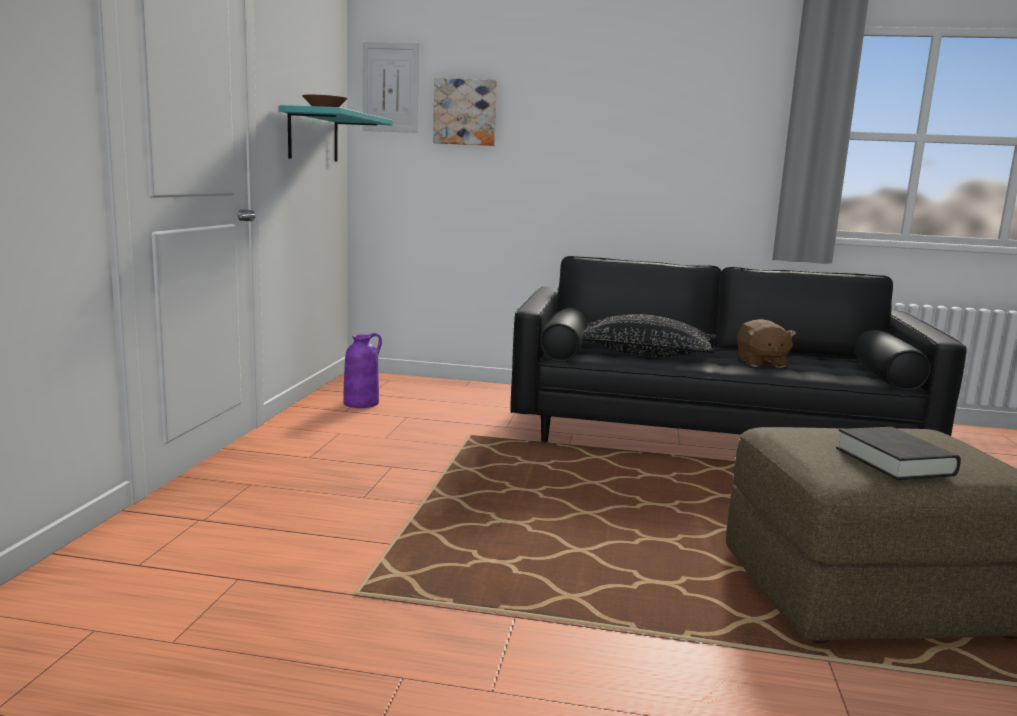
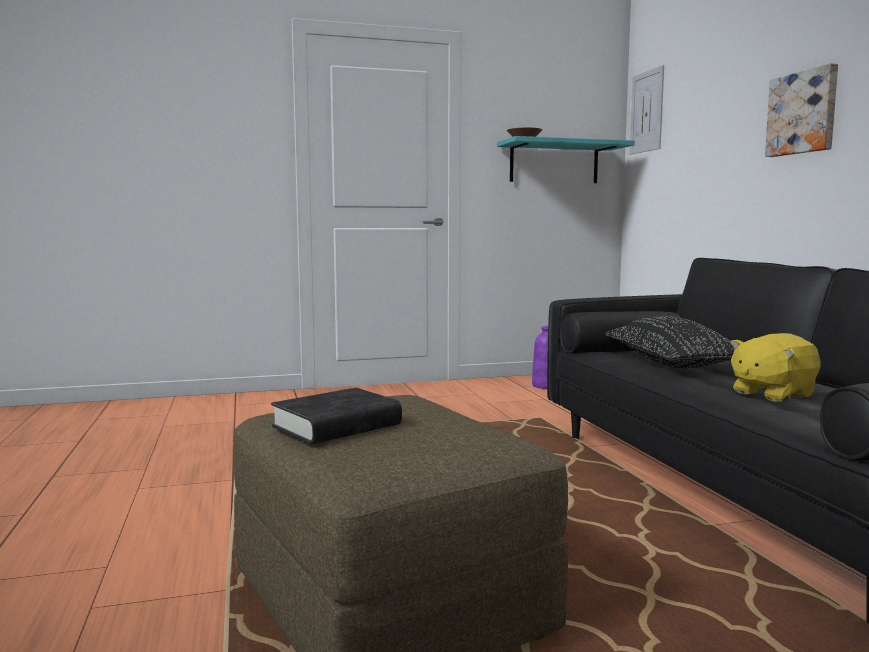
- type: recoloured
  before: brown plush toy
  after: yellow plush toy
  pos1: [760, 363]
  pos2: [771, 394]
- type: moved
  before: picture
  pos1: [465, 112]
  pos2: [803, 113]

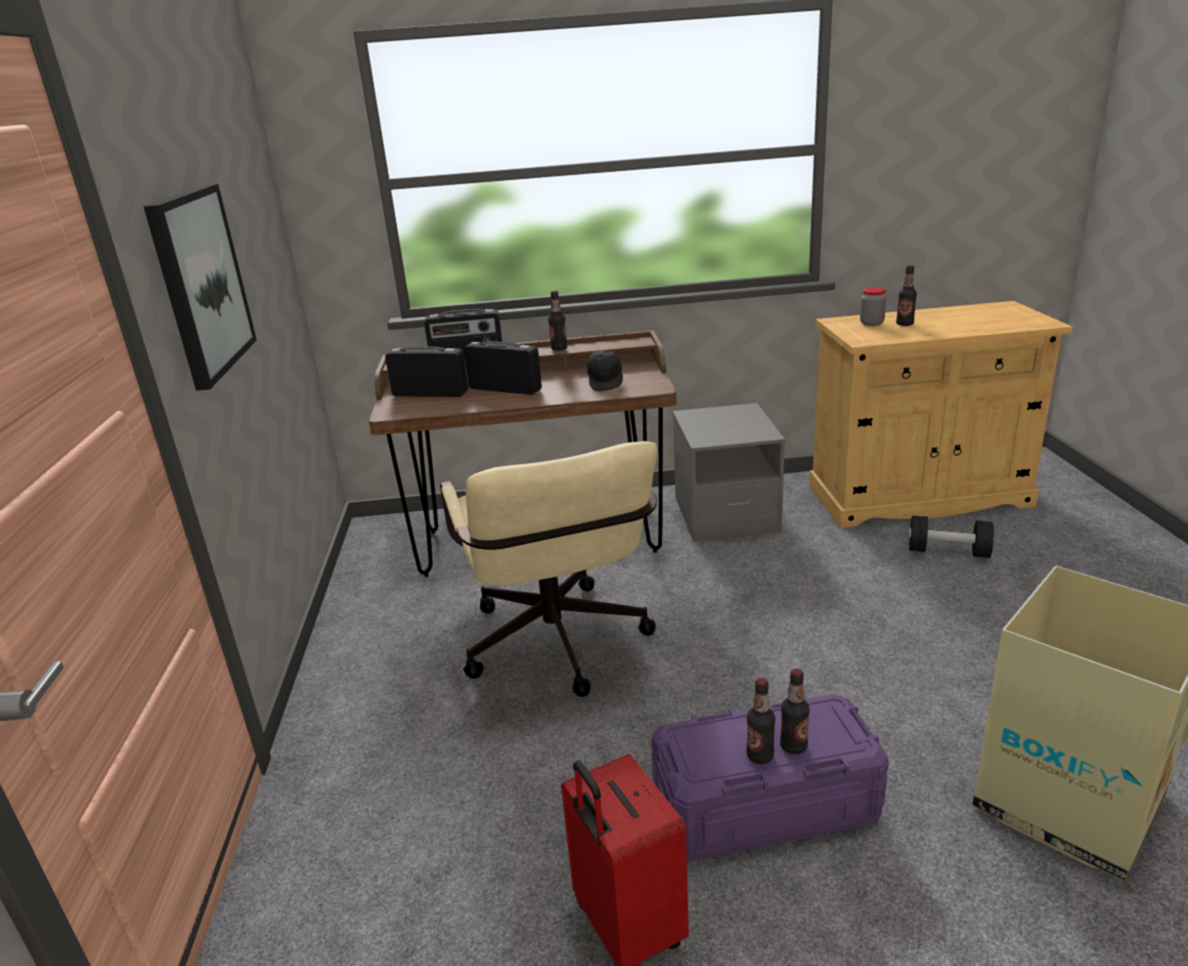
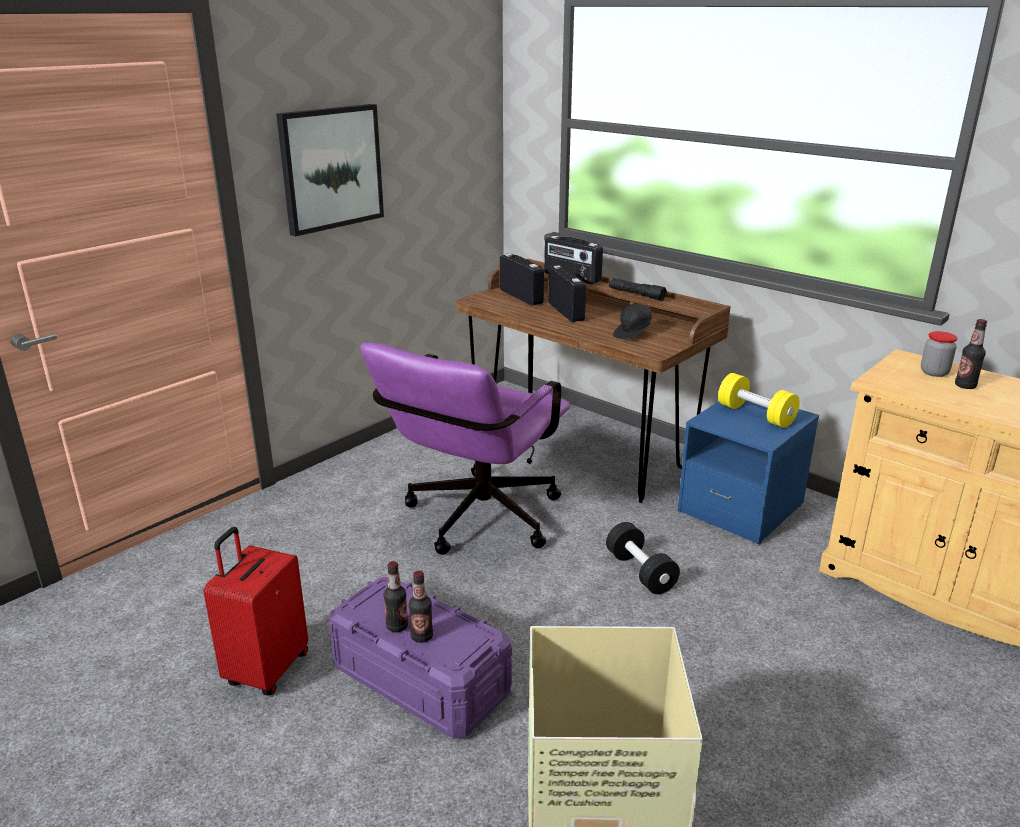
- type: recoloured
  before: beige office chair
  after: purple office chair
  pos1: [559, 650]
  pos2: [475, 522]
- type: moved
  before: black dumbbell
  pos1: [948, 552]
  pos2: [640, 572]
- type: replaced
  before: bottle
  after: black flashlight
  pos1: [559, 349]
  pos2: [636, 294]
- type: recoloured
  before: grey nightstand
  after: blue nightstand
  pos1: [725, 515]
  pos2: [740, 508]
- type: added
  after: yellow dumbbell
  pos2: [755, 415]

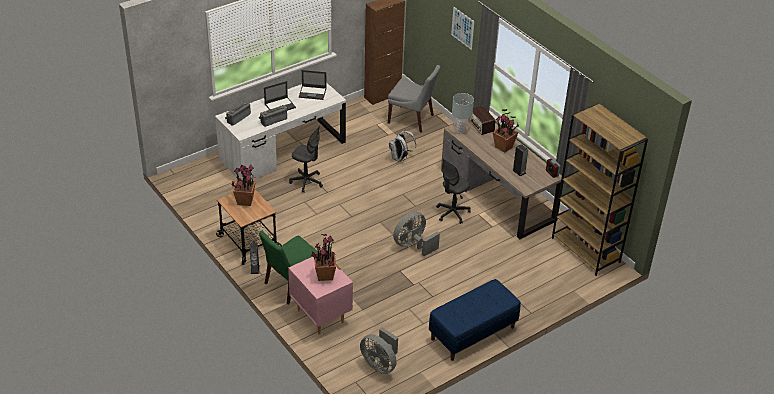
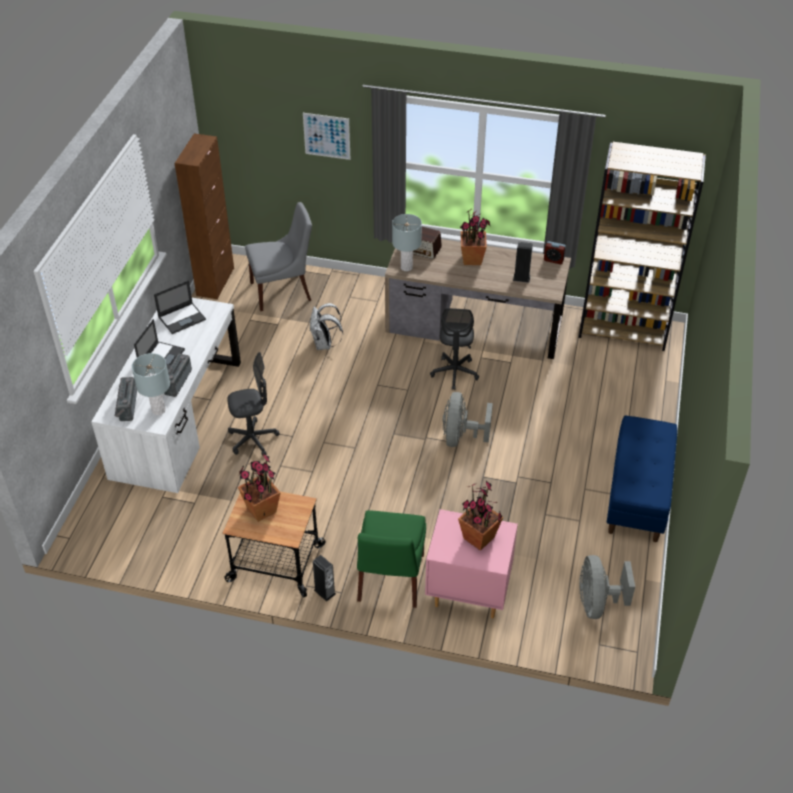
- type: added
  after: grey table lamp
  pos2: [159, 410]
- type: turned
  before: grey fan
  pos1: [380, 364]
  pos2: [597, 602]
  turn: 90

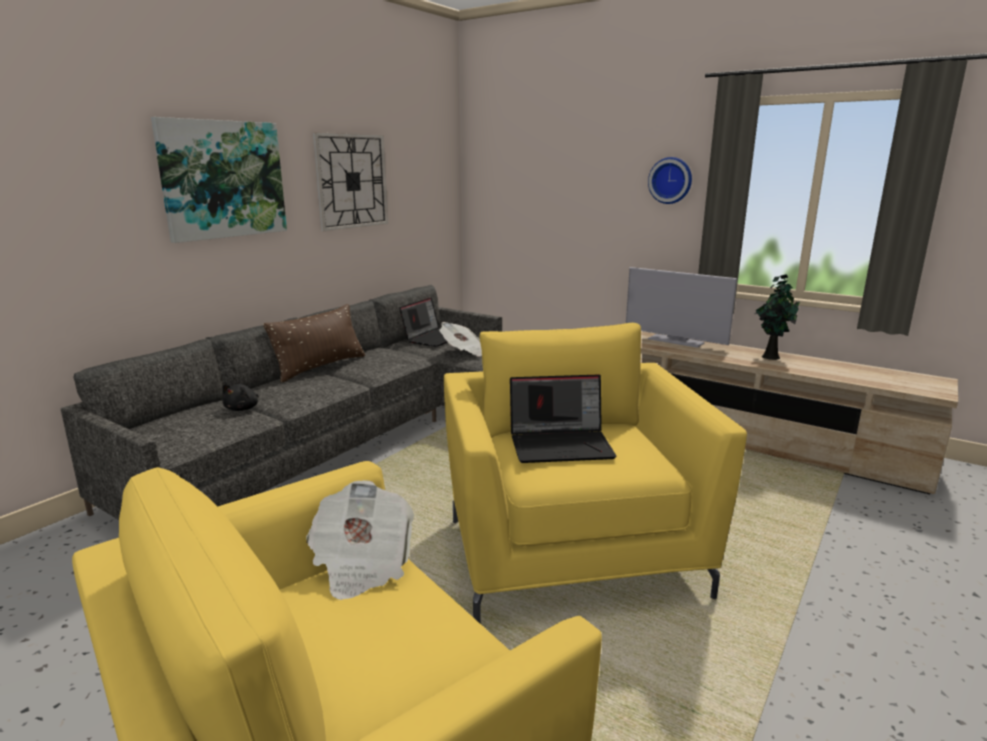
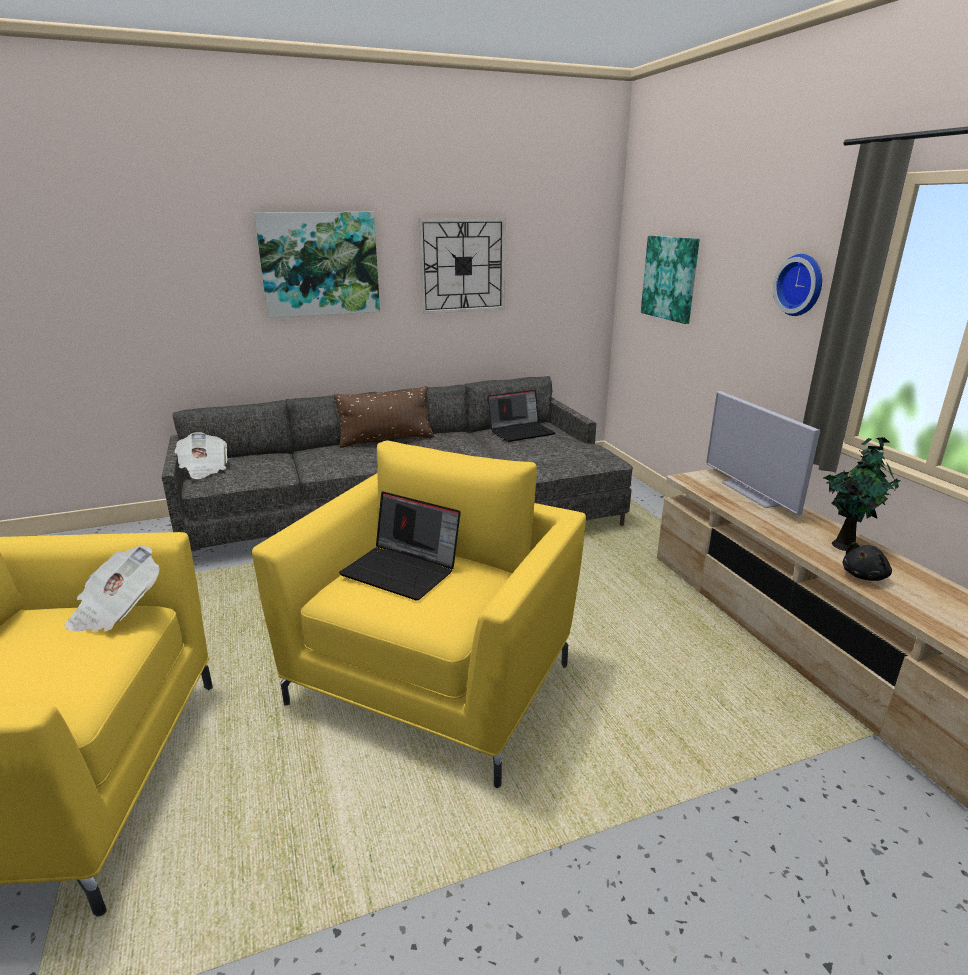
- type: moved
  before: newspaper
  pos1: [463, 351]
  pos2: [203, 469]
- type: added
  after: picture
  pos2: [670, 278]
- type: moved
  before: black plush toy
  pos1: [243, 408]
  pos2: [864, 576]

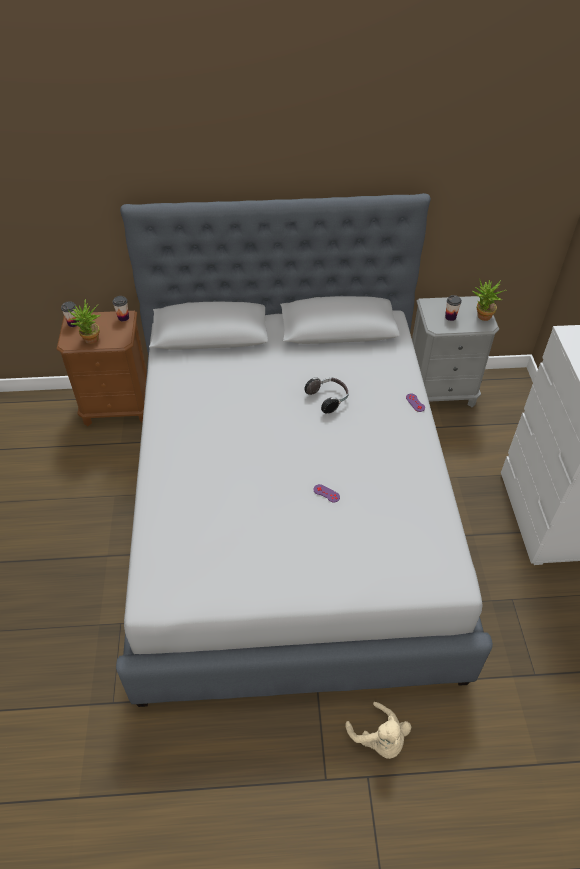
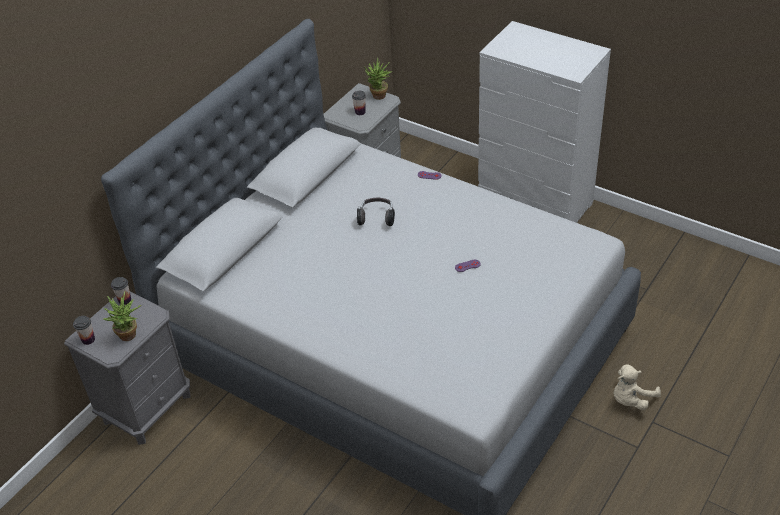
- type: recoloured
  before: brown nightstand
  after: grey nightstand
  pos1: [118, 407]
  pos2: [147, 407]
- type: turned
  before: beige plush toy
  pos1: [379, 739]
  pos2: [630, 399]
  turn: 135

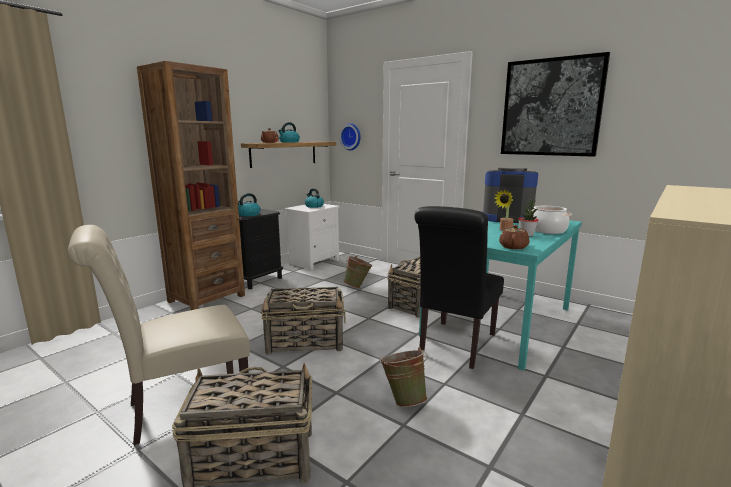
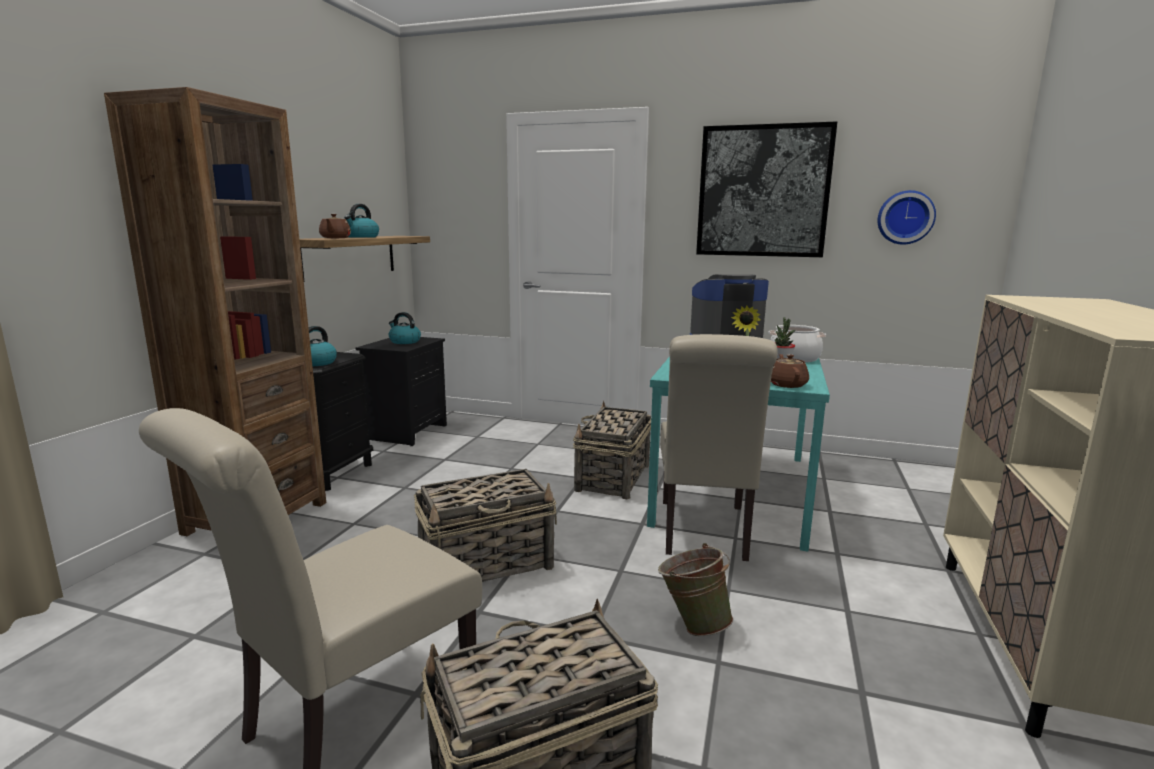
- type: recoloured
  before: white nightstand
  after: black nightstand
  pos1: [314, 262]
  pos2: [407, 432]
- type: recoloured
  before: black chair
  after: beige chair
  pos1: [455, 346]
  pos2: [704, 533]
- type: moved
  before: wall clock
  pos1: [351, 136]
  pos2: [905, 217]
- type: removed
  before: green bucket
  pos1: [358, 286]

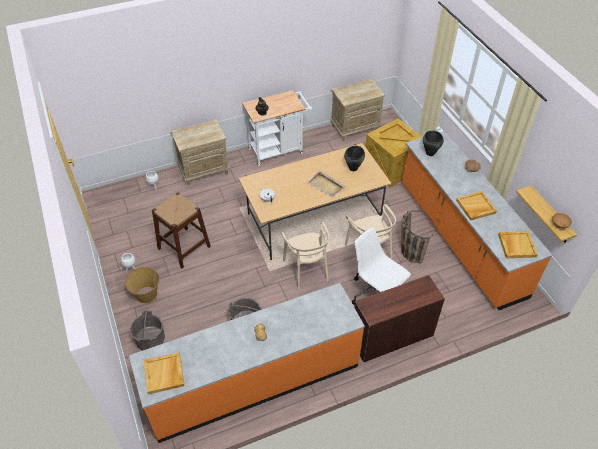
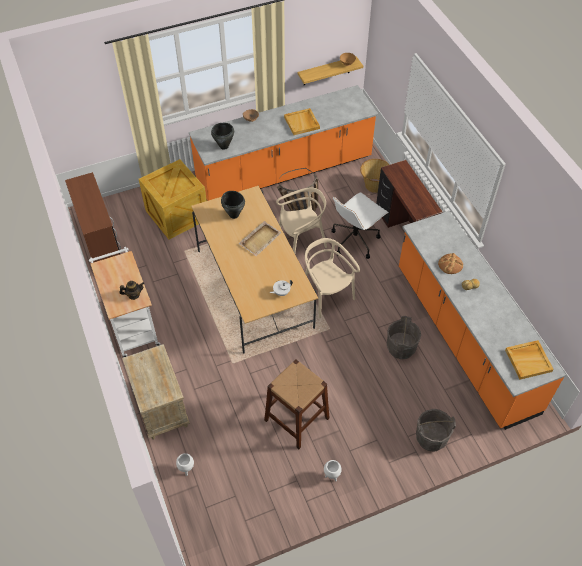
- type: replaced
  before: beige nightstand
  after: brown desk
  pos1: [355, 128]
  pos2: [101, 244]
- type: turned
  before: beige chair
  pos1: [307, 269]
  pos2: [326, 295]
  turn: -105
- type: moved
  before: basket
  pos1: [146, 294]
  pos2: [374, 185]
- type: added
  after: bread
  pos2: [450, 264]
- type: removed
  before: beige tray
  pos1: [516, 245]

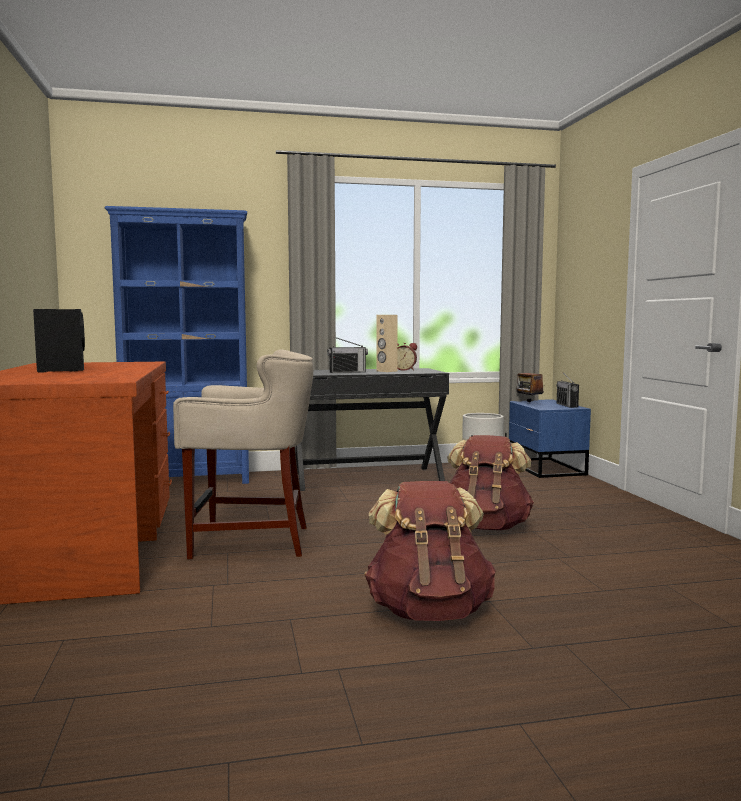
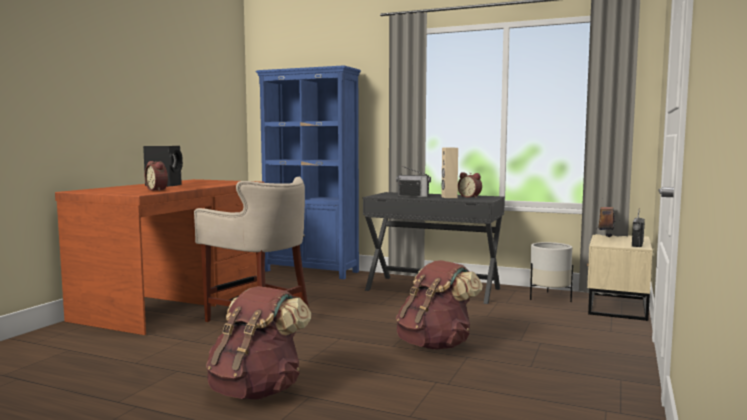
- type: added
  after: alarm clock
  pos2: [158, 190]
- type: recoloured
  before: blue nightstand
  after: beige nightstand
  pos1: [544, 468]
  pos2: [615, 306]

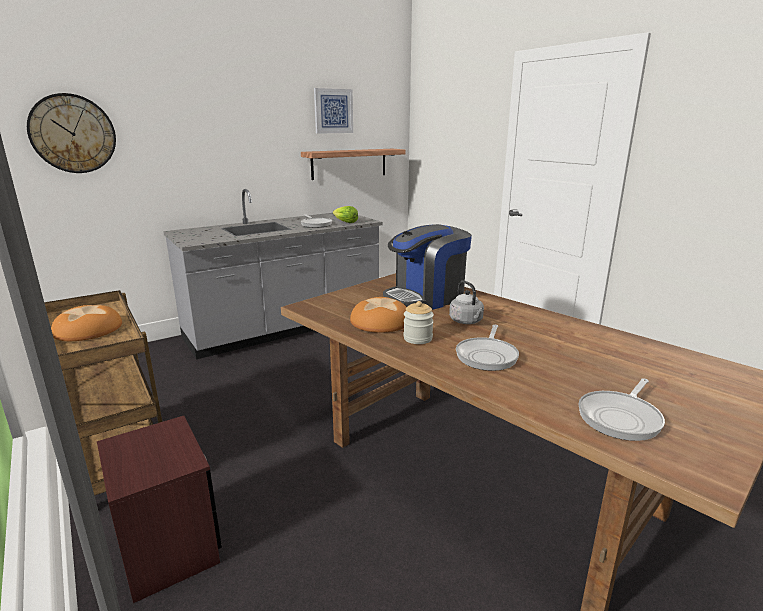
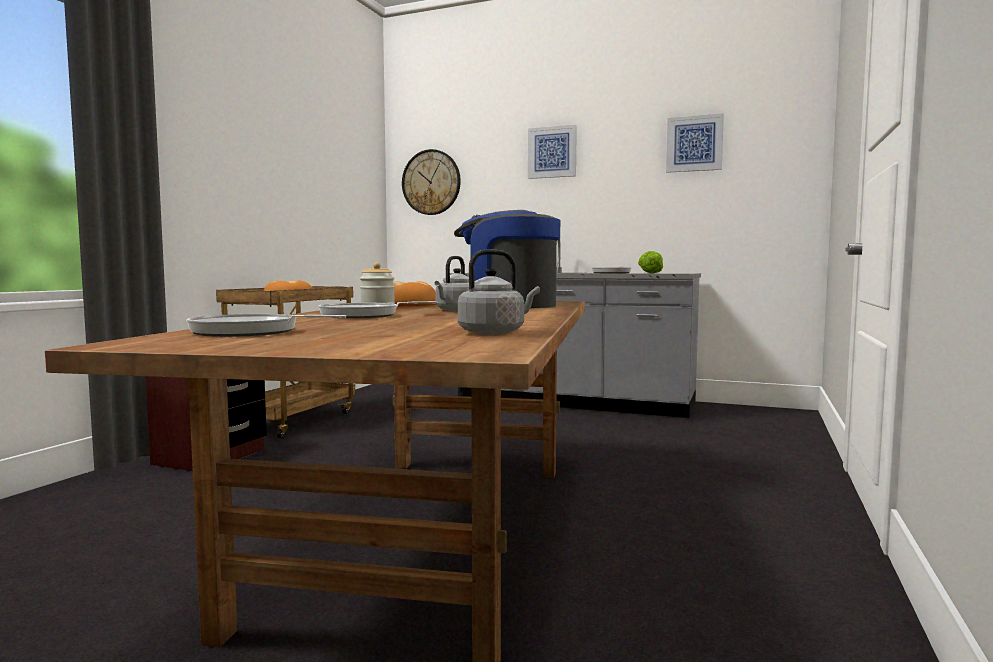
- type: added
  after: grey kettle
  pos2: [495, 333]
- type: added
  after: picture
  pos2: [552, 152]
- type: removed
  before: shelf
  pos1: [349, 163]

